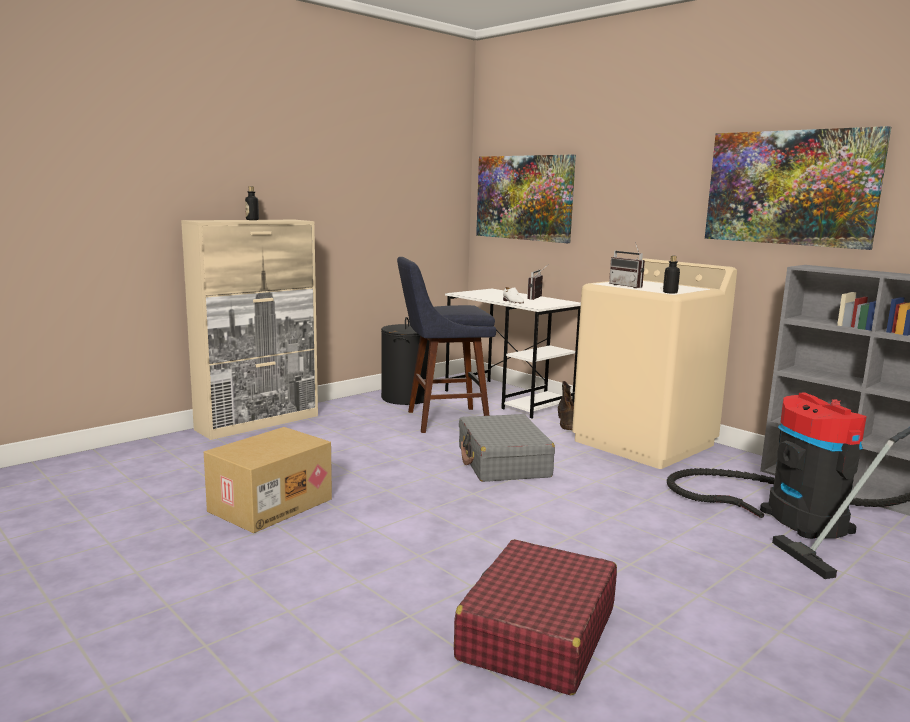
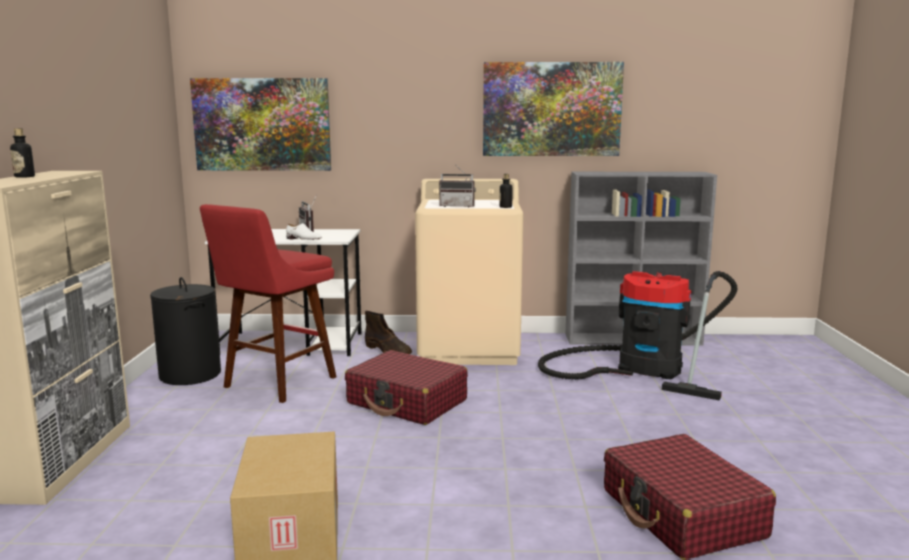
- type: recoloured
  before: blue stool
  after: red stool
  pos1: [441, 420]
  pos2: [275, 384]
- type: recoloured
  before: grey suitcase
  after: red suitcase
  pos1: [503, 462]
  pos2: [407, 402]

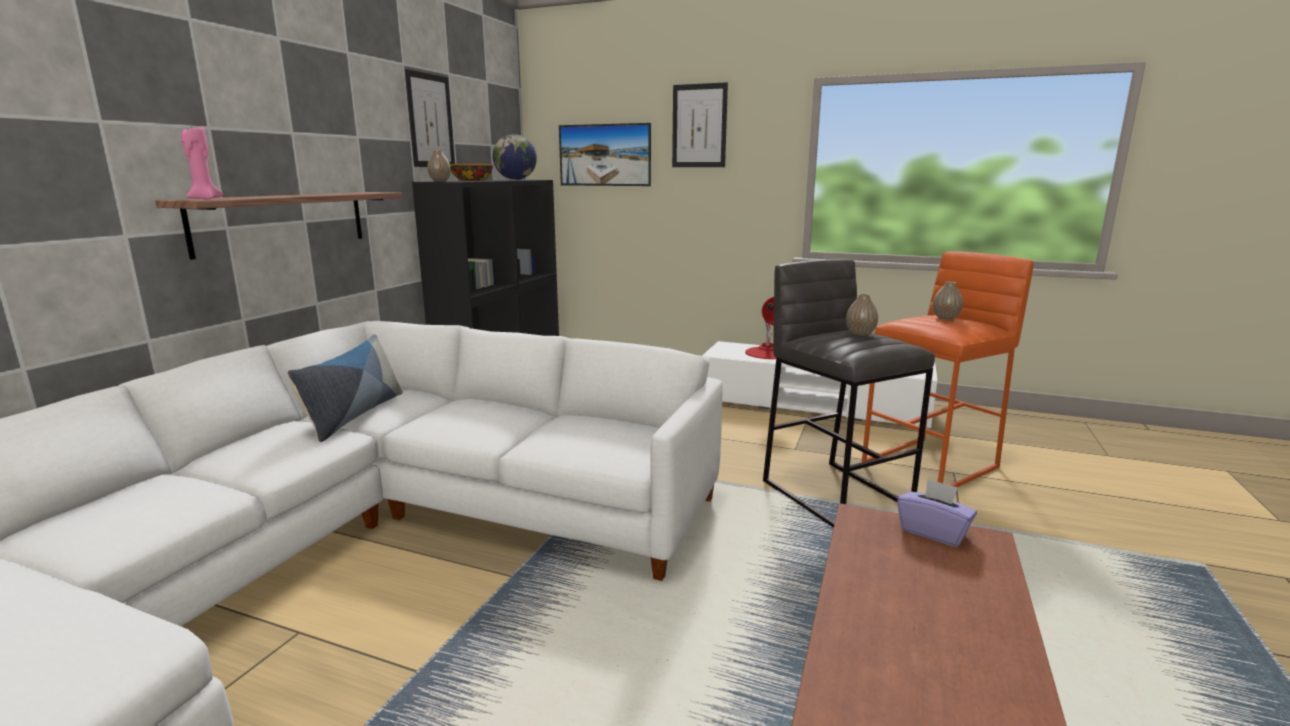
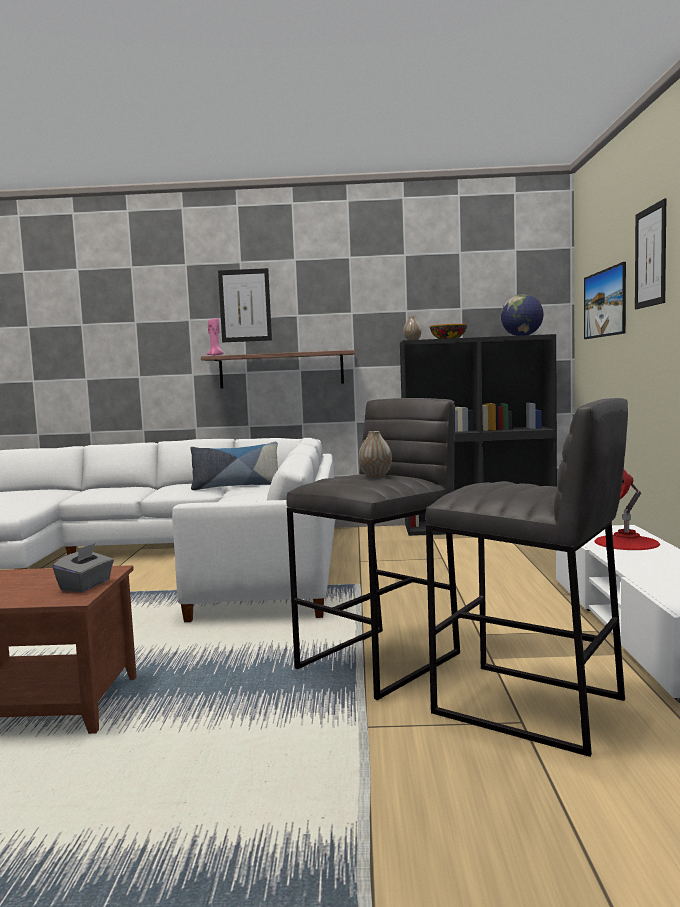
- type: recoloured
  before: purple tissue box
  after: grey tissue box
  pos1: [933, 532]
  pos2: [86, 585]
- type: moved
  before: picture
  pos1: [430, 121]
  pos2: [245, 305]
- type: recoloured
  before: orange stool
  after: grey stool
  pos1: [931, 465]
  pos2: [529, 707]
- type: removed
  before: vase
  pos1: [945, 318]

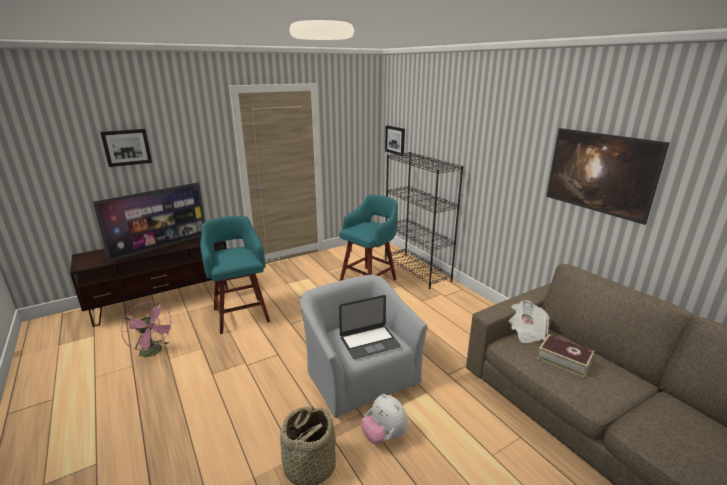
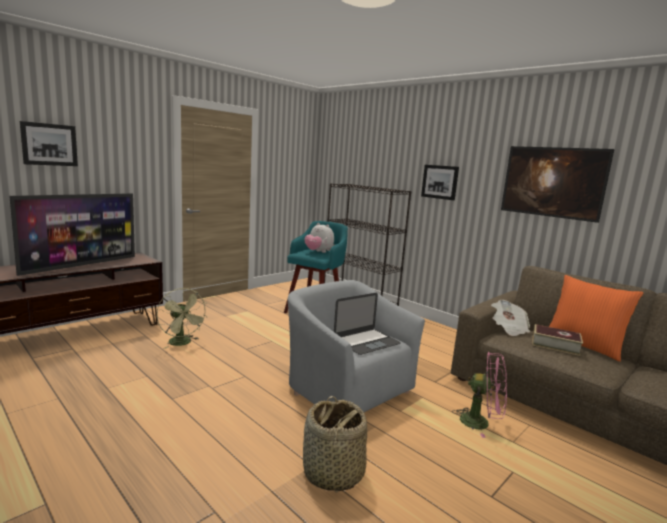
- type: replaced
  before: turquoise stool
  after: green fan
  pos1: [241, 314]
  pos2: [182, 343]
- type: moved
  before: plush toy
  pos1: [384, 436]
  pos2: [318, 252]
- type: moved
  before: picture
  pos1: [395, 140]
  pos2: [440, 182]
- type: moved
  before: pink fan
  pos1: [154, 352]
  pos2: [481, 423]
- type: added
  after: orange pillow
  pos2: [584, 345]

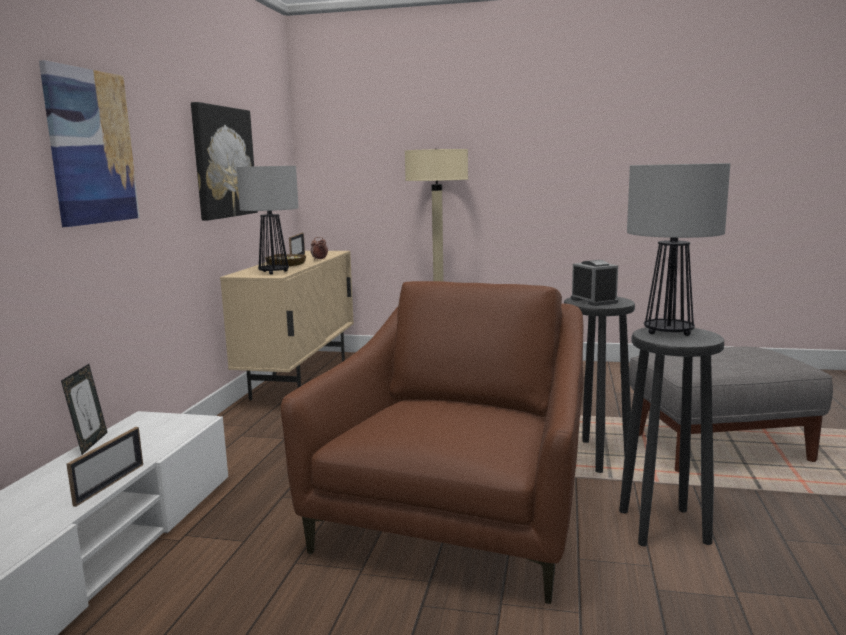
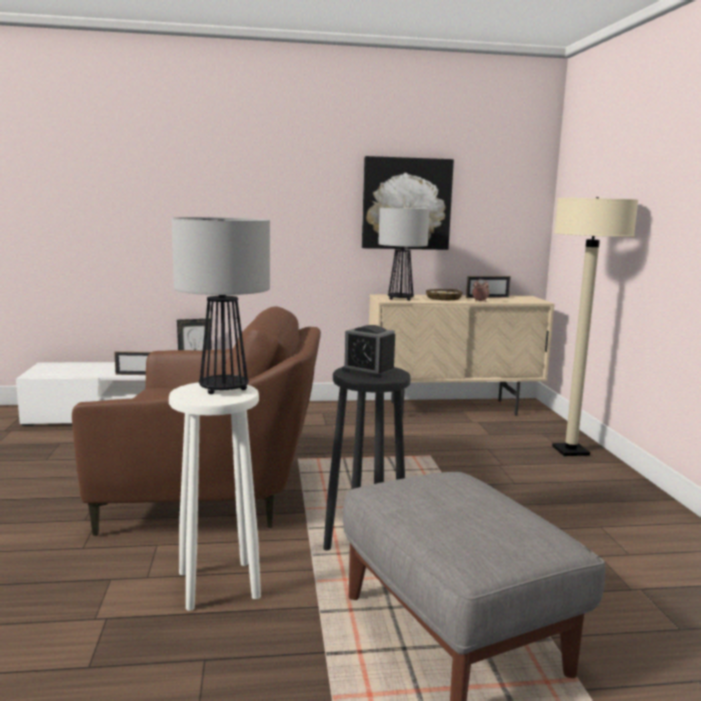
- type: recoloured
  before: black stool
  after: white stool
  pos1: [664, 526]
  pos2: [218, 585]
- type: turned
  before: alarm clock
  pos1: [593, 301]
  pos2: [368, 371]
  turn: 75
- type: removed
  before: picture
  pos1: [91, 147]

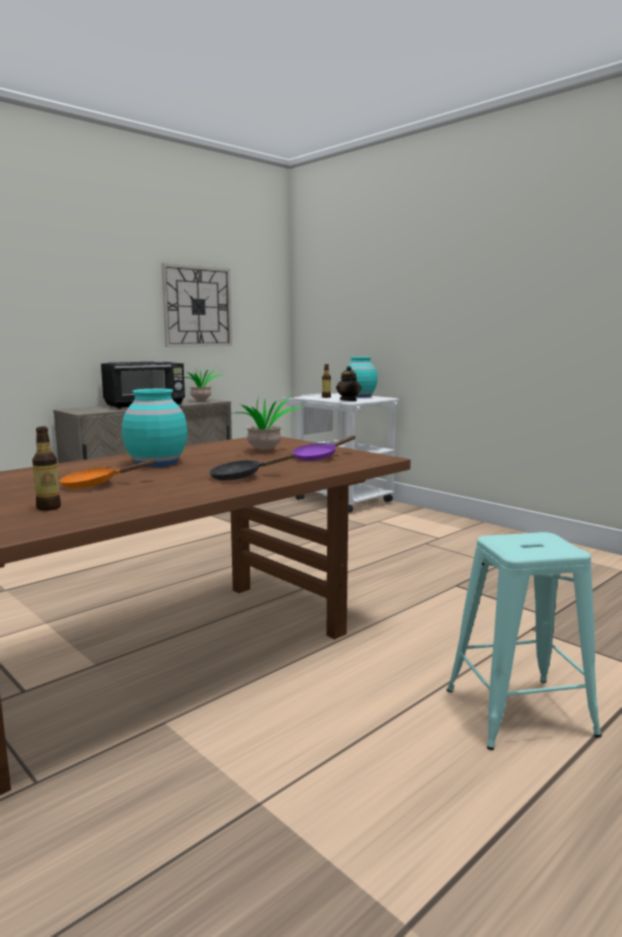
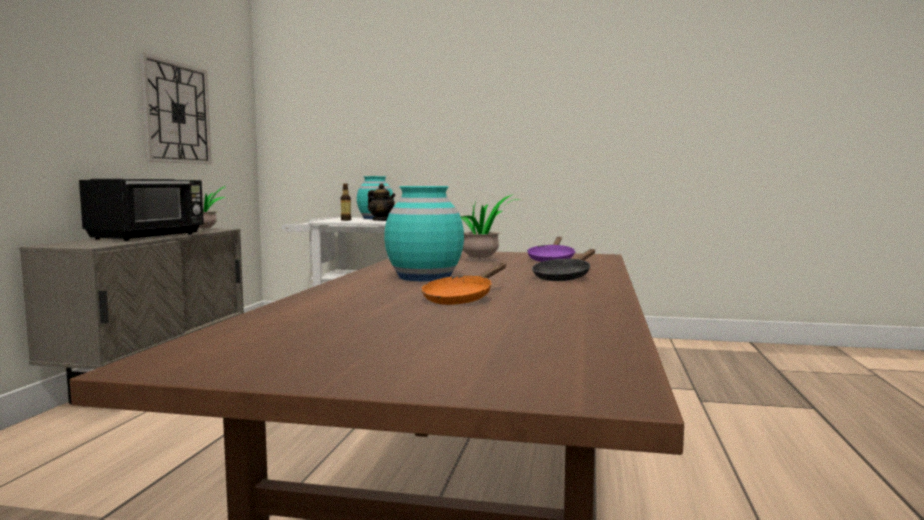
- type: removed
  before: bottle
  pos1: [49, 508]
- type: removed
  before: turquoise stool
  pos1: [519, 712]

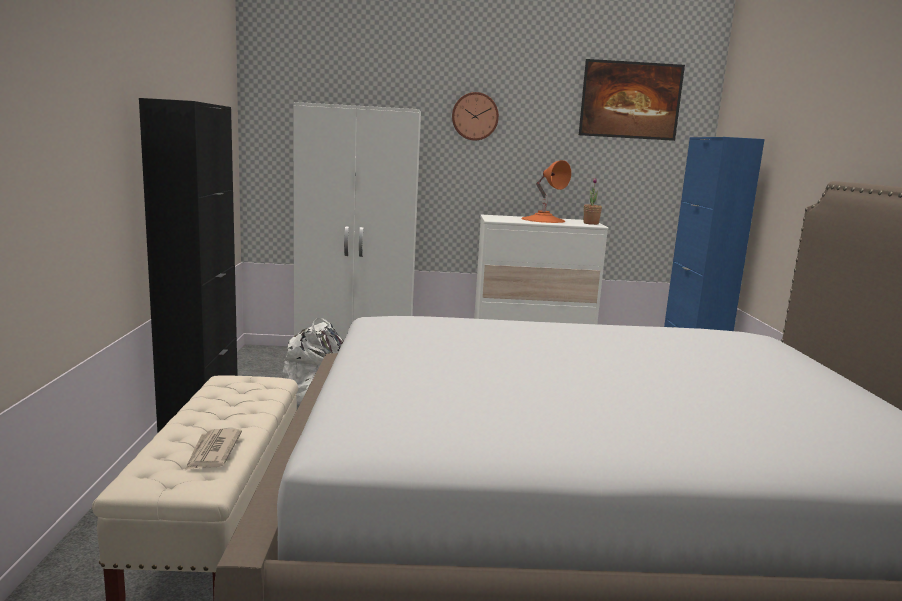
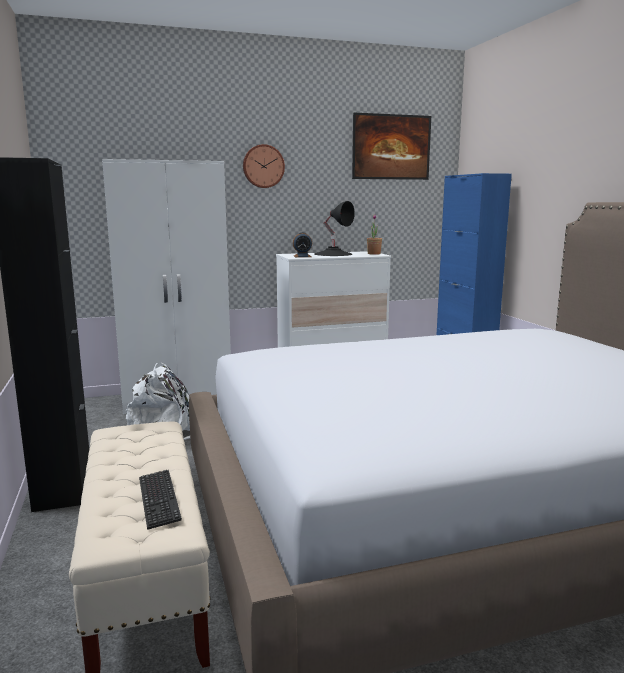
- type: replaced
  before: newspaper
  after: keyboard
  pos1: [212, 452]
  pos2: [159, 500]
- type: added
  after: alarm clock
  pos2: [302, 256]
- type: recoloured
  before: orange table lamp
  after: black table lamp
  pos1: [543, 220]
  pos2: [333, 254]

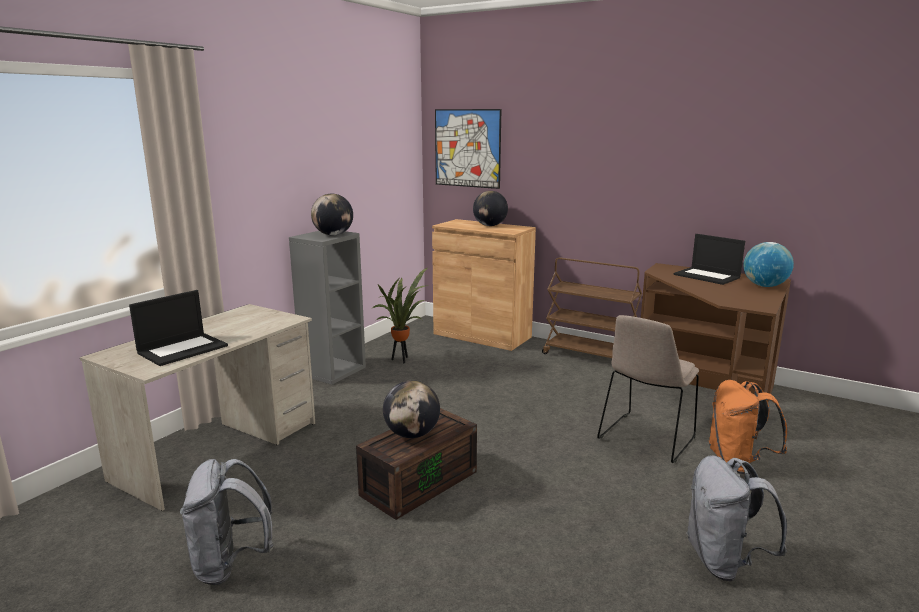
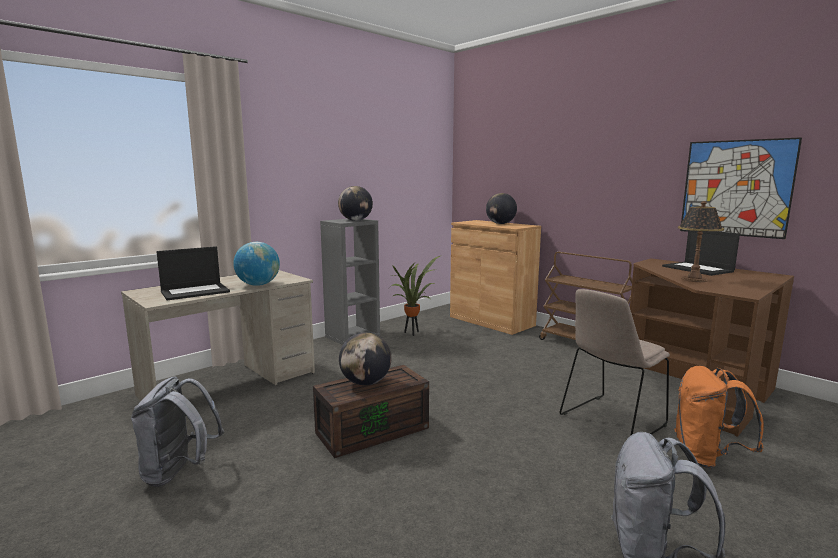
- type: moved
  before: globe
  pos1: [764, 286]
  pos2: [258, 285]
- type: added
  after: table lamp
  pos2: [693, 279]
- type: moved
  before: picture
  pos1: [467, 148]
  pos2: [736, 188]

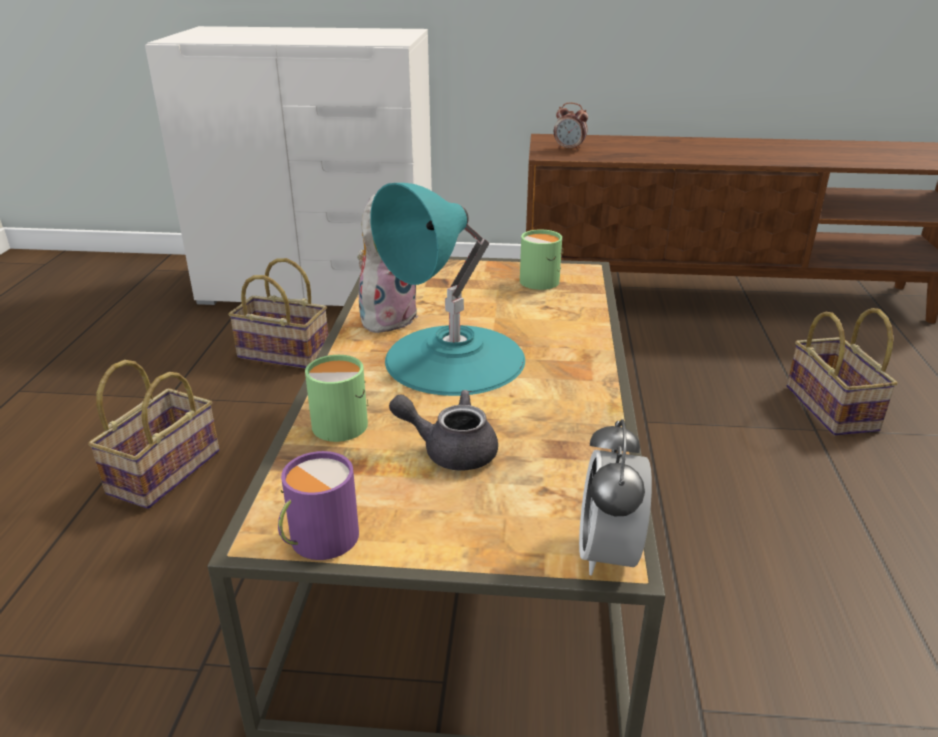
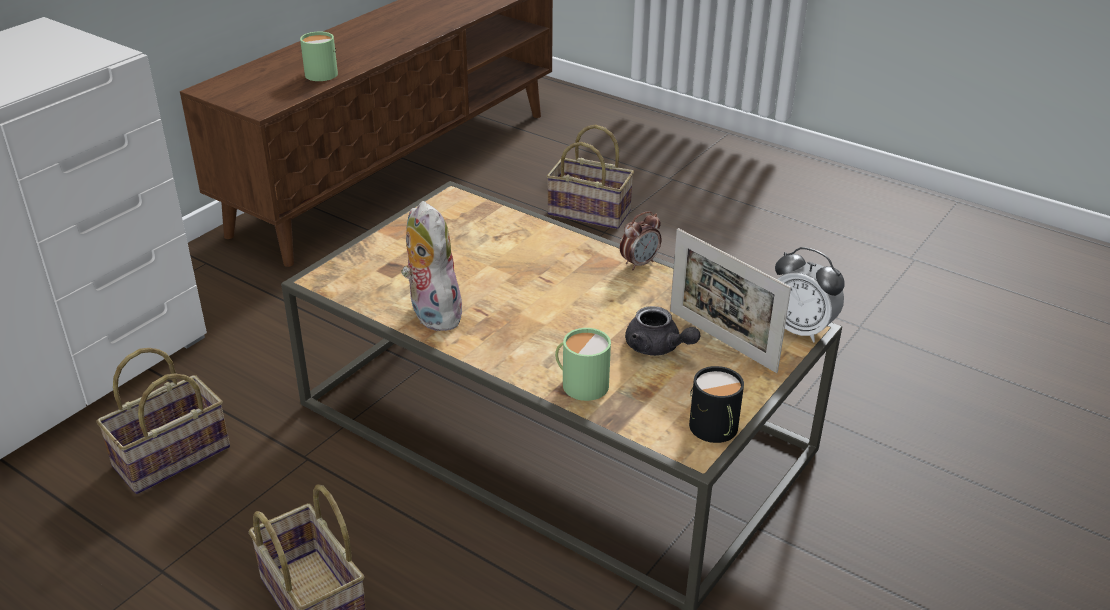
- type: moved
  before: green mug
  pos1: [542, 280]
  pos2: [321, 73]
- type: moved
  before: alarm clock
  pos1: [569, 149]
  pos2: [639, 263]
- type: turned
  before: grey teapot
  pos1: [450, 450]
  pos2: [657, 348]
  turn: -90
- type: added
  after: picture frame
  pos2: [721, 340]
- type: recoloured
  before: purple mug
  after: black mug
  pos1: [317, 539]
  pos2: [715, 430]
- type: removed
  before: turquoise table lamp
  pos1: [455, 359]

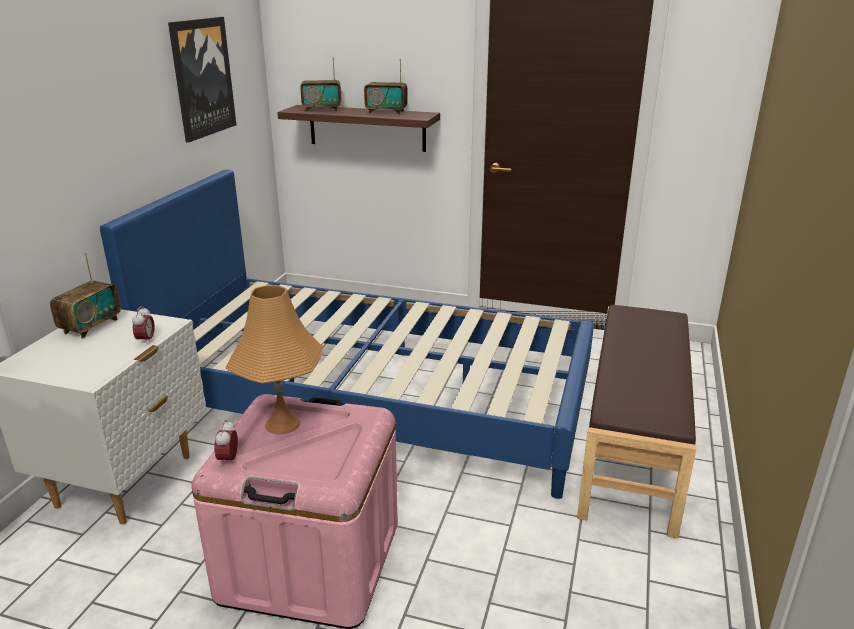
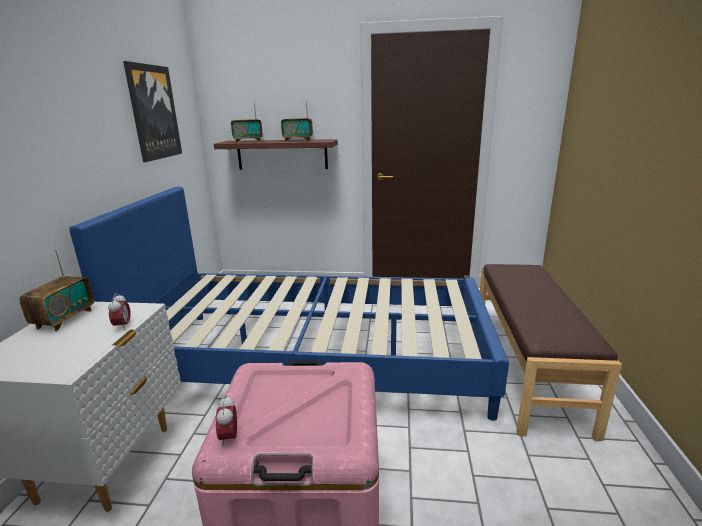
- type: removed
  before: orange table lamp
  pos1: [283, 424]

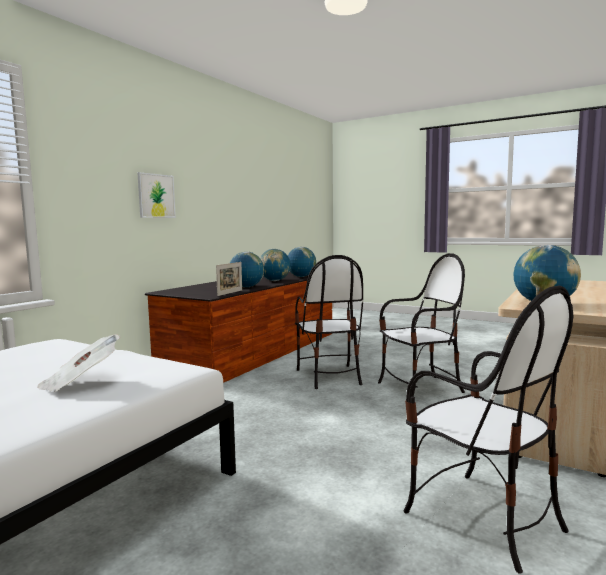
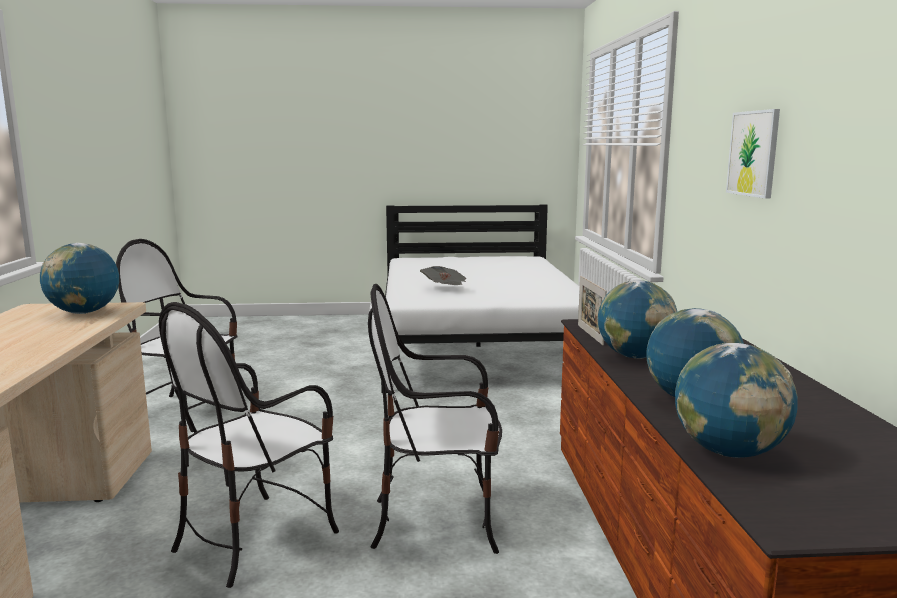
- type: turned
  before: chair
  pos1: [329, 376]
  pos2: [437, 521]
  turn: -45

